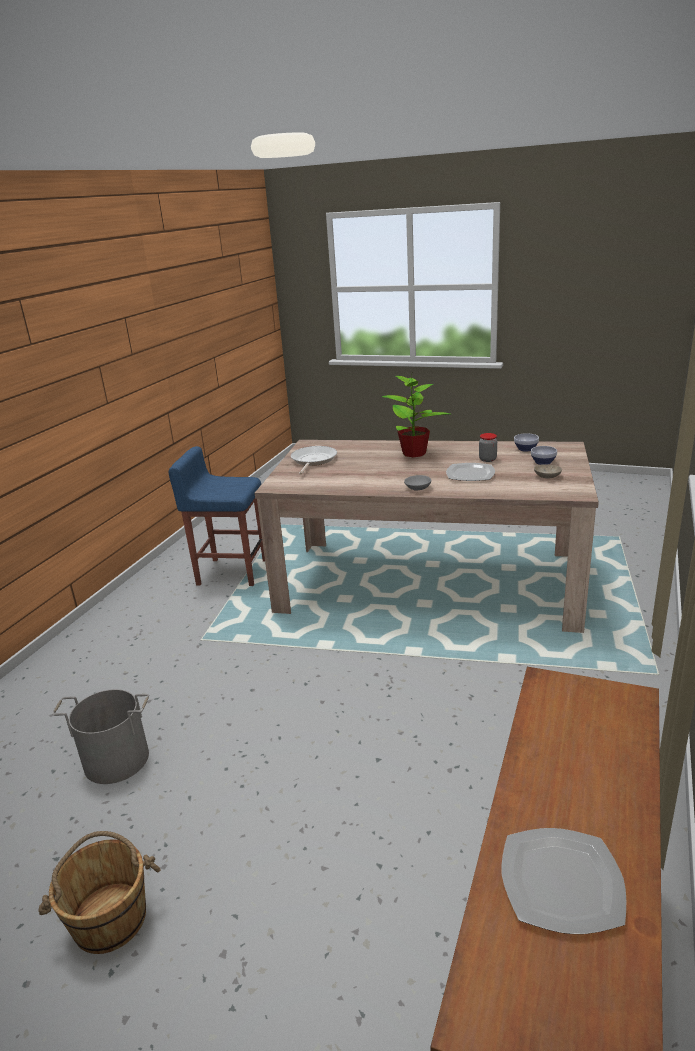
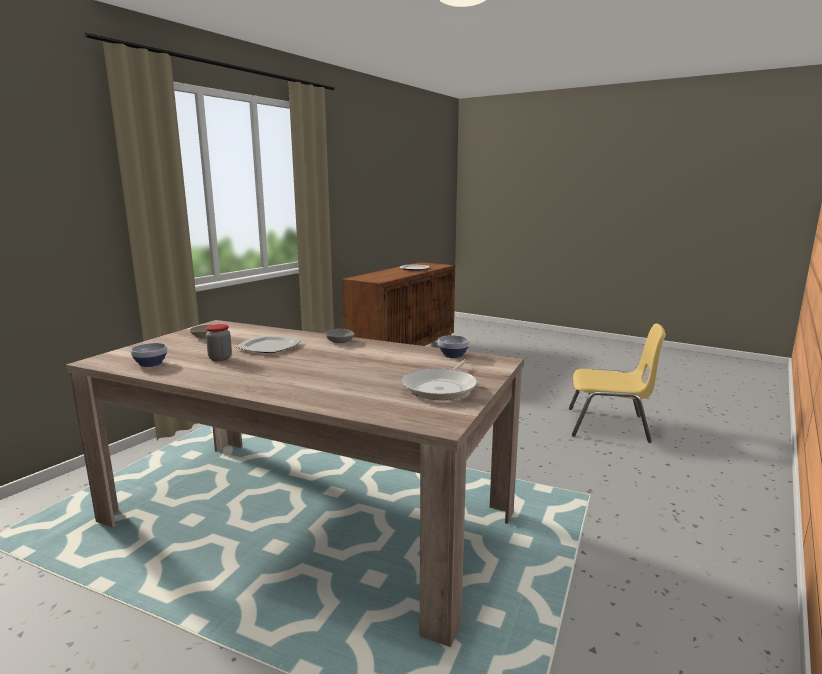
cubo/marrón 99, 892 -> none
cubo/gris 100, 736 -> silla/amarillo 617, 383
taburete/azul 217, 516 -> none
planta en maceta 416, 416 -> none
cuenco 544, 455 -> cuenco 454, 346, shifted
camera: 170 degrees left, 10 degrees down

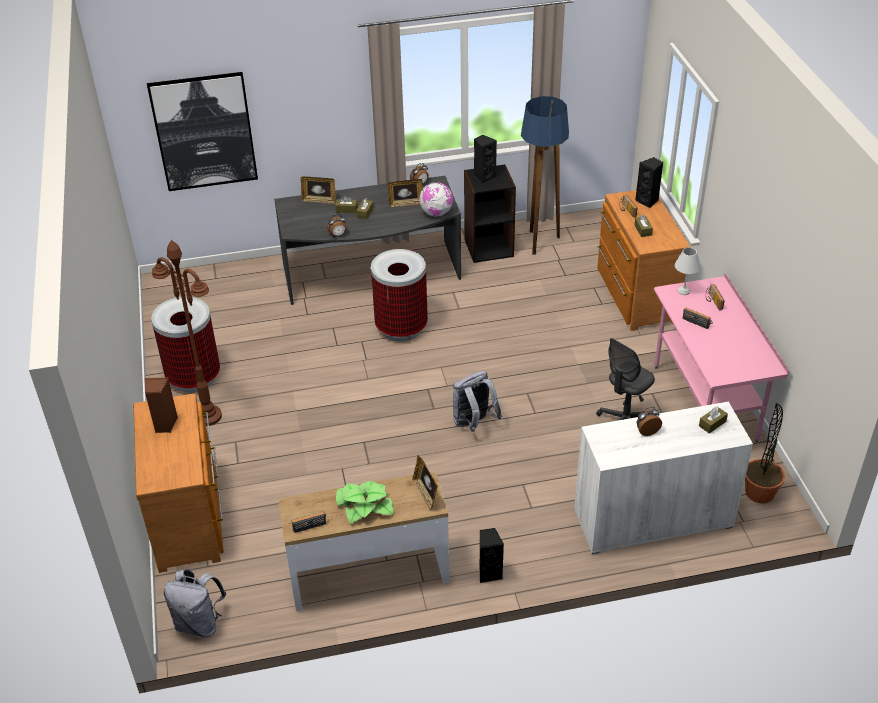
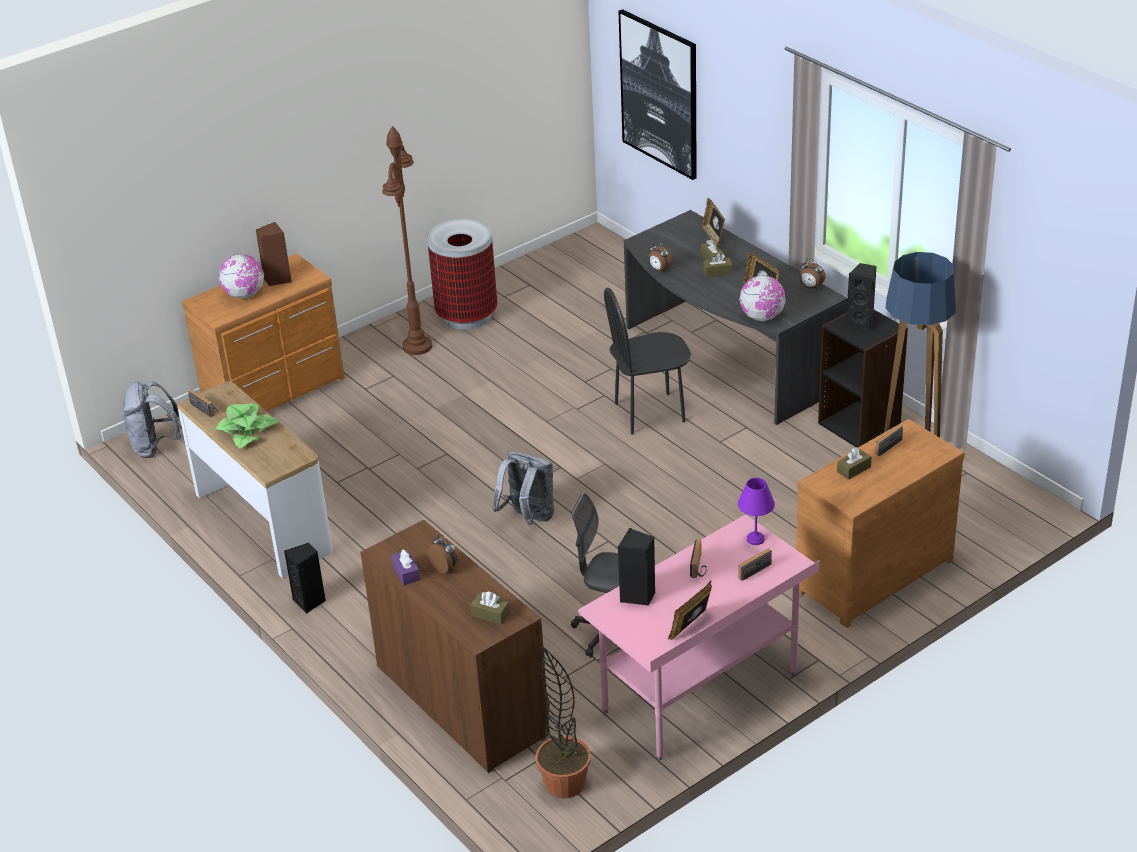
papelera 399, 295 -> silla/negro 647, 361
portarretratos 425, 483 -> portarretratos 690, 610, shifted
armario/blanco 663, 478 -> armario/marrón 455, 646
altavoz/negro 649, 182 -> altavoz/negro 637, 567, shifted
lámpara de mesa/blanco 688, 271 -> lámpara de mesa/morado 756, 511
none -> globo terráqueo 241, 276
none -> caja de pañuelos/morado 405, 567
camera: 65 degrees right, 5 degrees down

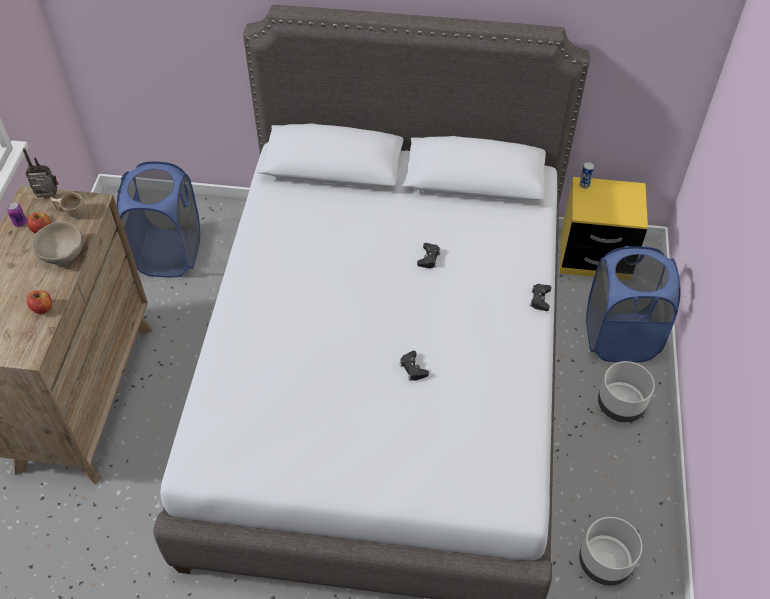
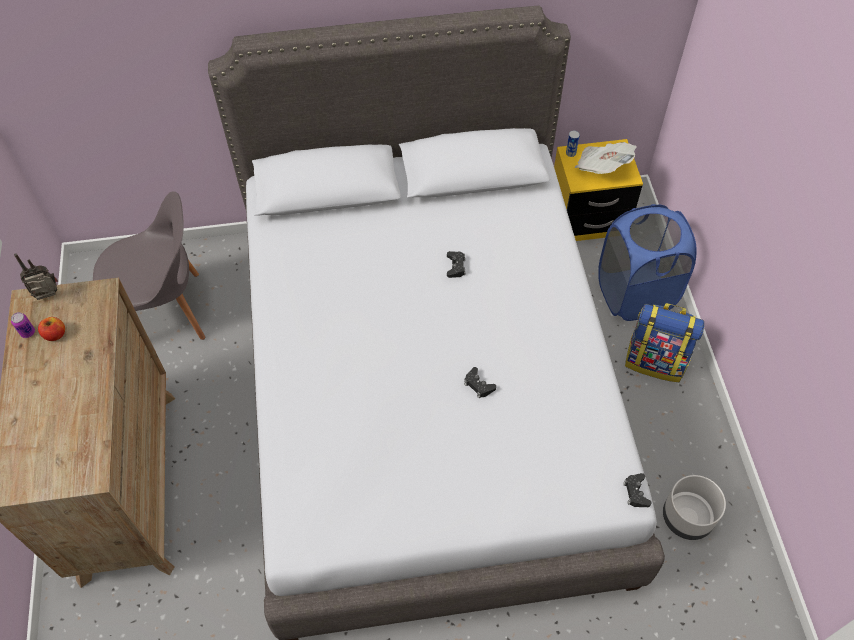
manzana 39, 302 -> none
cuenco/beis 57, 243 -> none
taza/beis 67, 205 -> none
cesto de la ropa/azul 158, 219 -> silla/gris 149, 265
mando de consola/negro 541, 297 -> mando de consola/negro 637, 490, shifted
maceta/gris 626, 391 -> mochila 664, 342
none -> periódico 605, 158
camera: 15 degrees left, 5 degrees up

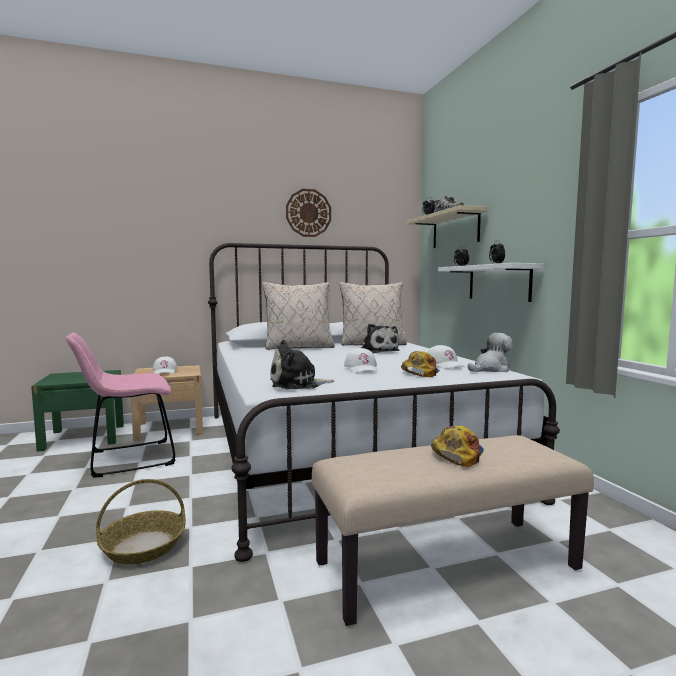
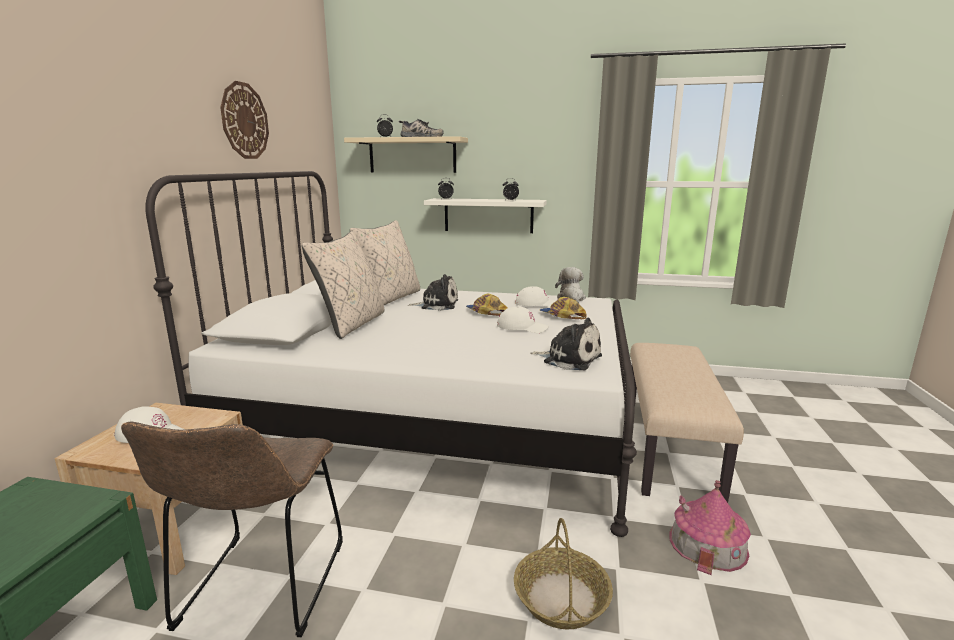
silla/rosa 121, 405 -> silla/marrón 232, 529
peluche 302, 365 -> peluche 566, 344, 75 degrees counterclockwise
gorra 457, 446 -> gorra 487, 305, shifted
none -> casita 710, 527
camera: 60 degrees left, 10 degrees up

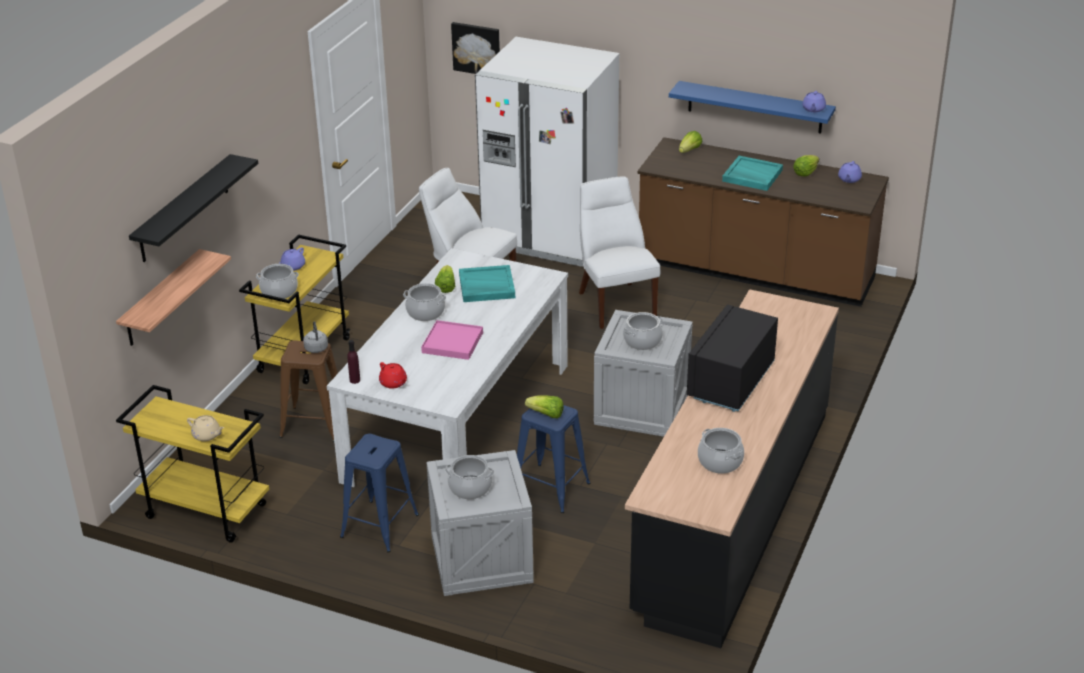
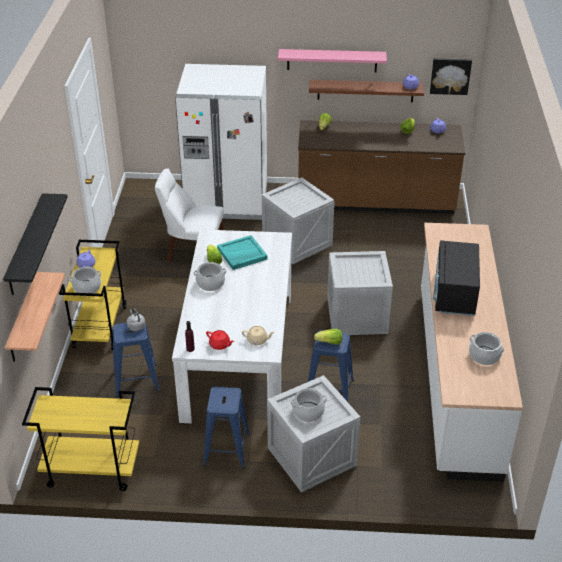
tetera/beis 205, 428 -> tetera/beis 258, 335, shifted
taburete/marrón 314, 391 -> taburete/azul 136, 360
bandeja/rosa 452, 340 -> none
cuadro 475, 48 -> cuadro 451, 76, shifted
silla/blanco 619, 252 -> caja de embalaje 298, 221
olla 643, 331 -> none
mueble bajo de cocina/negro 732, 468 -> mueble bajo de cocina/blanco 472, 352
estante/azul 752, 107 -> estante/marrón 366, 91
bandeja/turquesa 752, 173 -> none
none -> estante/rosa 332, 60
camera: 20 degrees left, 5 degrees up

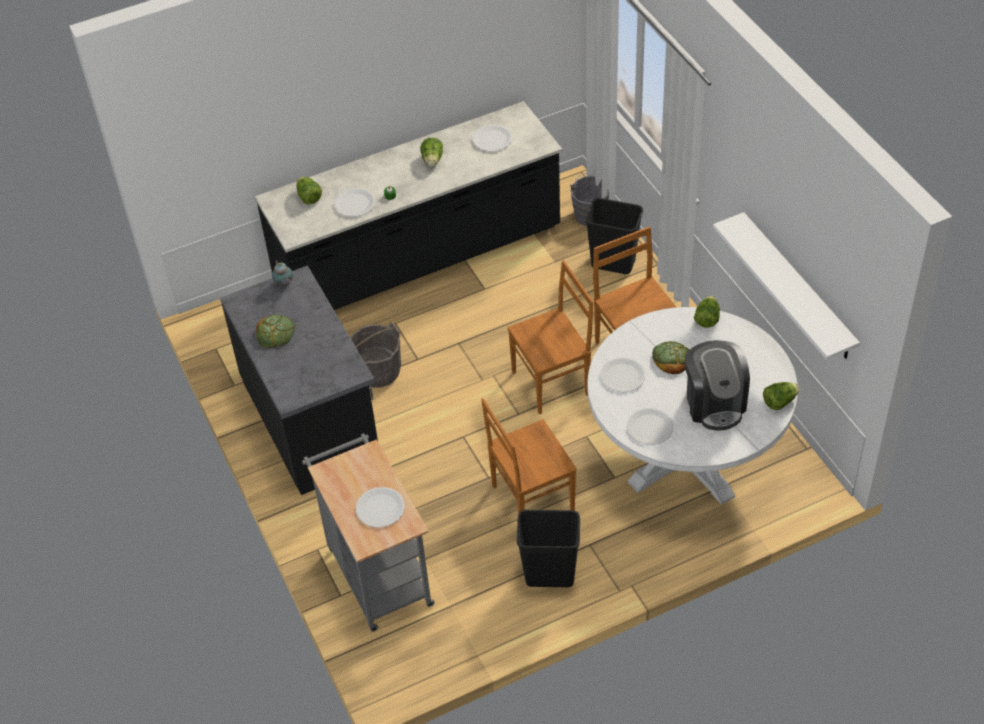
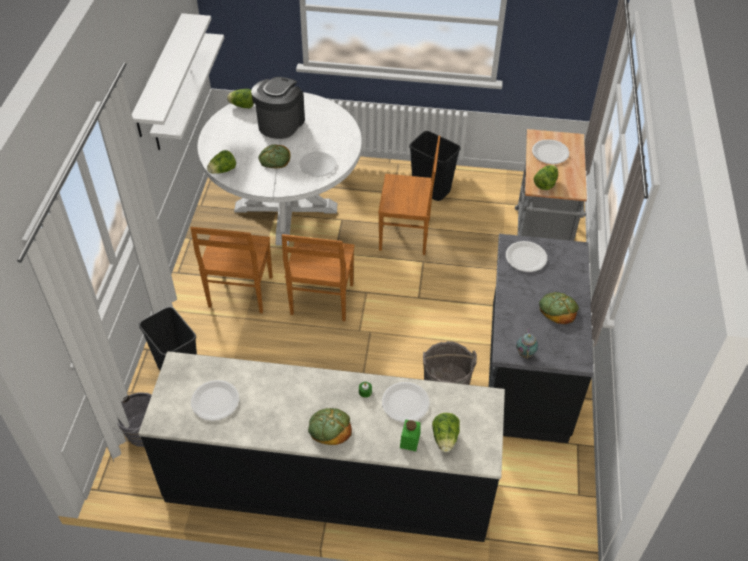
lechuga 431, 152 -> lechuga 546, 177, shifted
silla/marrón 551, 337 -> silla/marrón 318, 277, 90 degrees counterclockwise
plato/blanco 650, 426 -> plato/blanco 526, 256, shifted
none -> estante/blanco 171, 75
none -> pan 330, 426
none -> tarro/verde 410, 435
camera: 150 degrees left, 0 degrees up

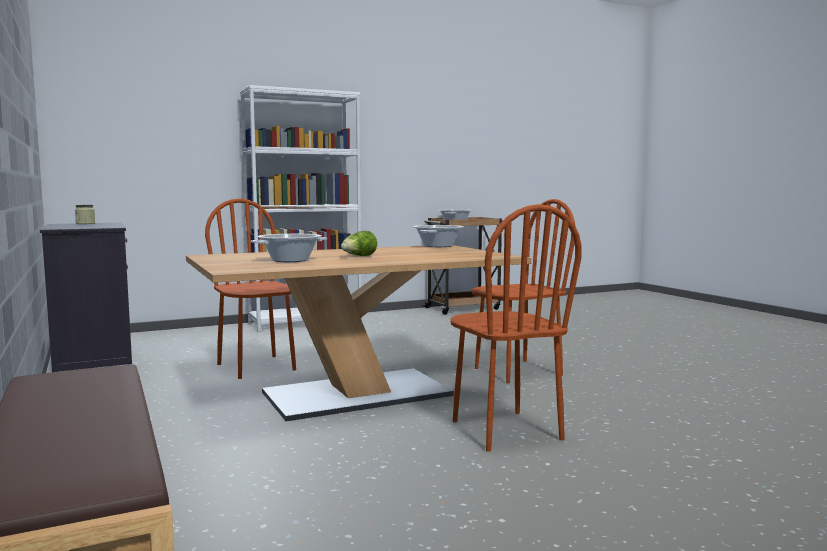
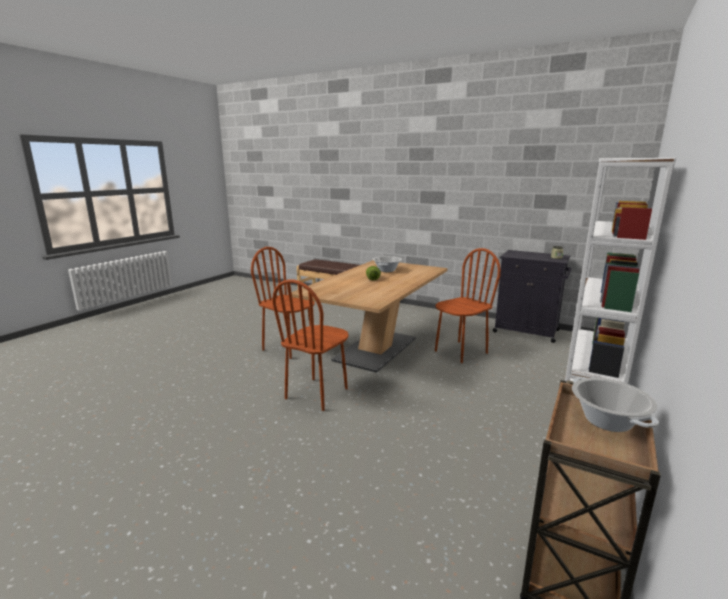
silla/marrón 250, 288 -> silla/marrón 468, 305, 60 degrees counterclockwise
olla 438, 236 -> none
camera: 145 degrees right, 10 degrees up

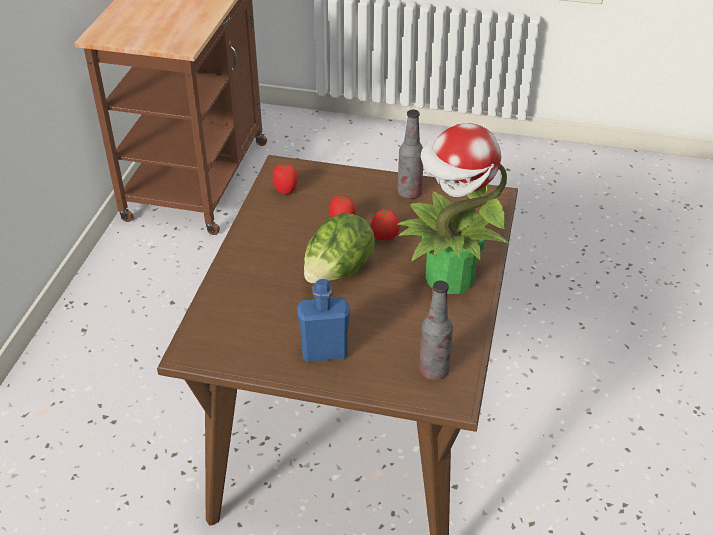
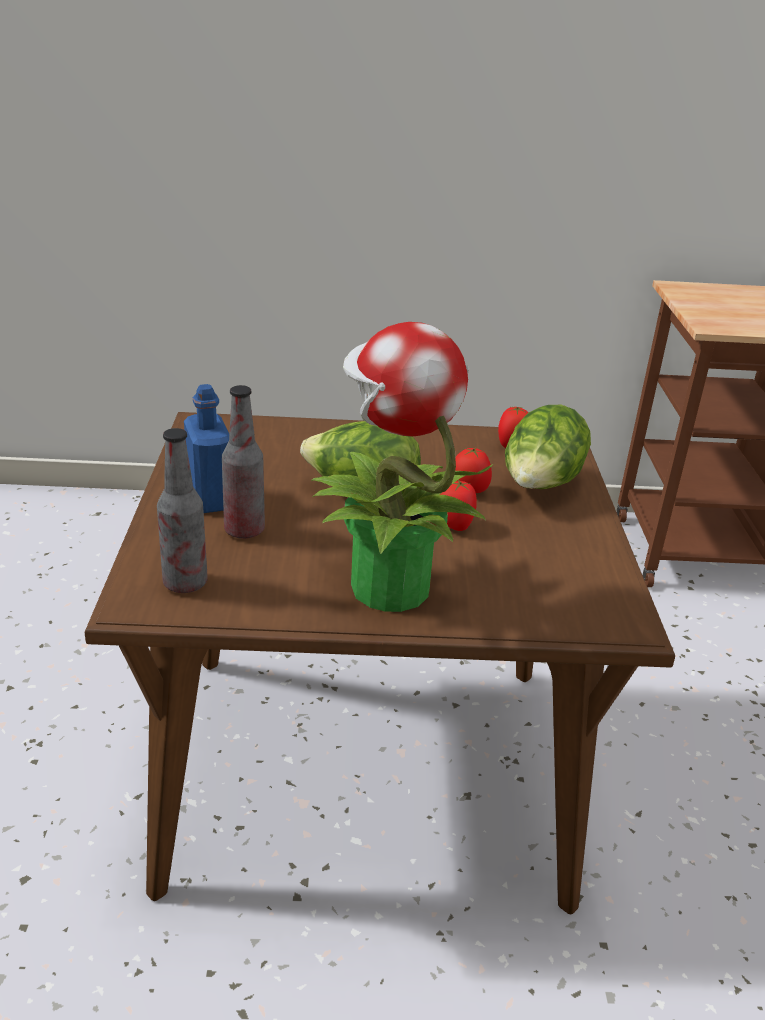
botella 410, 154 -> botella 243, 462, shifted
none -> lechuga 548, 447
camera: 75 degrees right, 10 degrees down

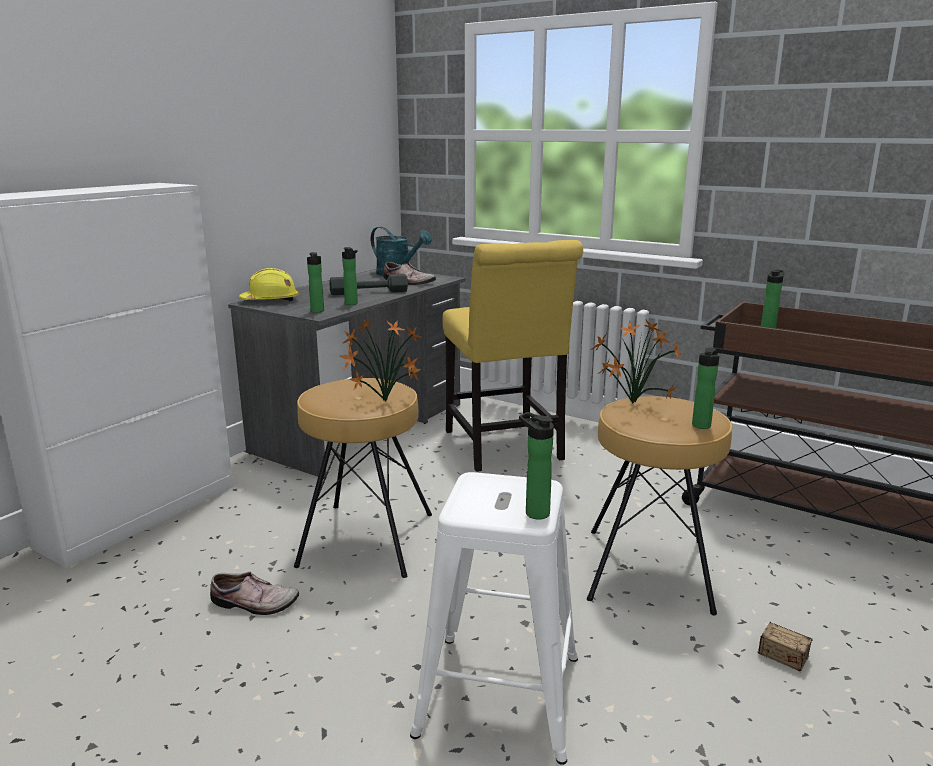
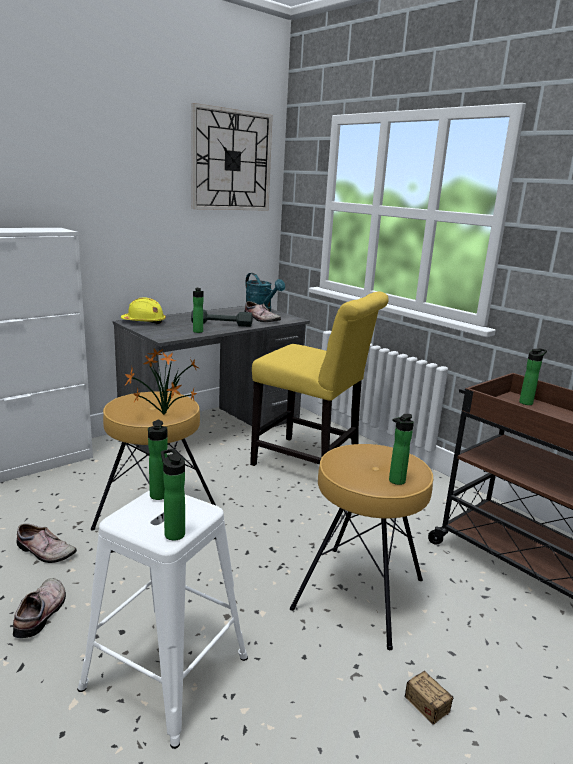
botella 315, 282 -> botella 158, 460, shifted
silla/amarillo 512, 356 -> silla/amarillo 319, 379, 60 degrees counterclockwise
planta en maceta 635, 361 -> none
none -> zapato 39, 608
none -> reloj de pared 232, 157
camera: 15 degrees right, 0 degrees up

